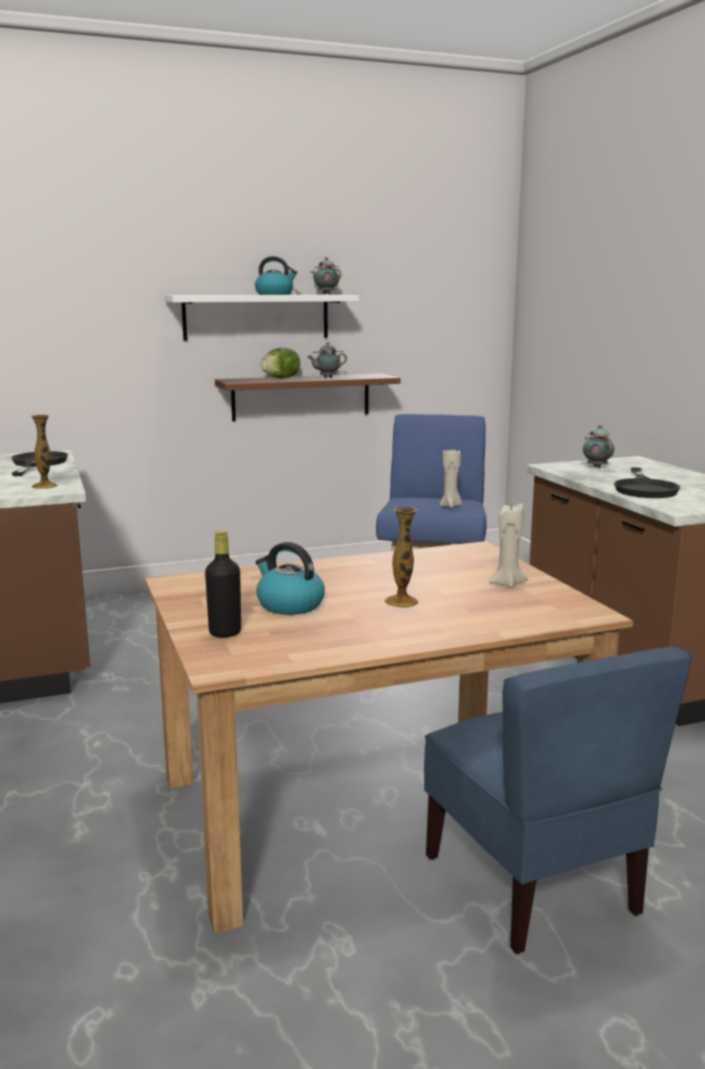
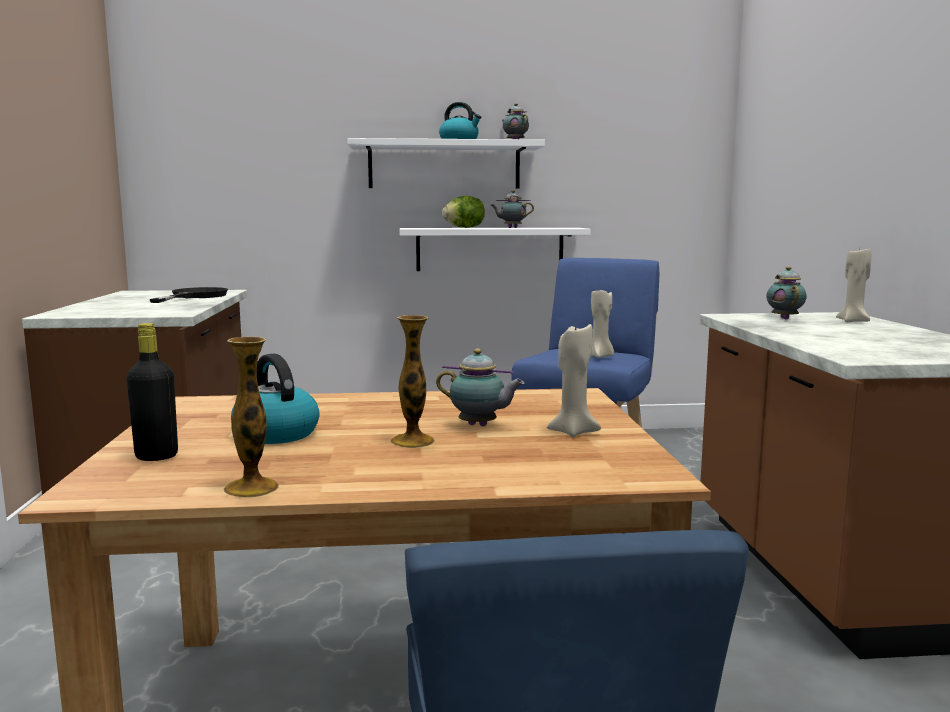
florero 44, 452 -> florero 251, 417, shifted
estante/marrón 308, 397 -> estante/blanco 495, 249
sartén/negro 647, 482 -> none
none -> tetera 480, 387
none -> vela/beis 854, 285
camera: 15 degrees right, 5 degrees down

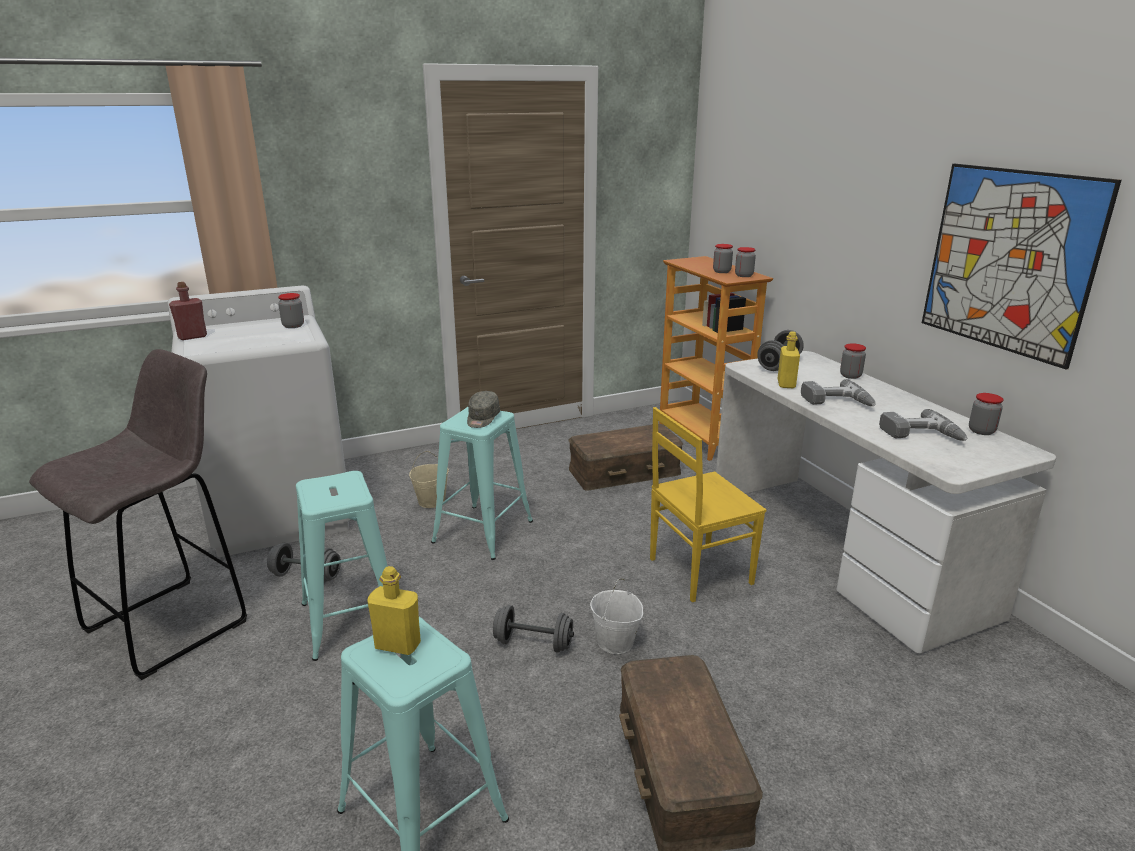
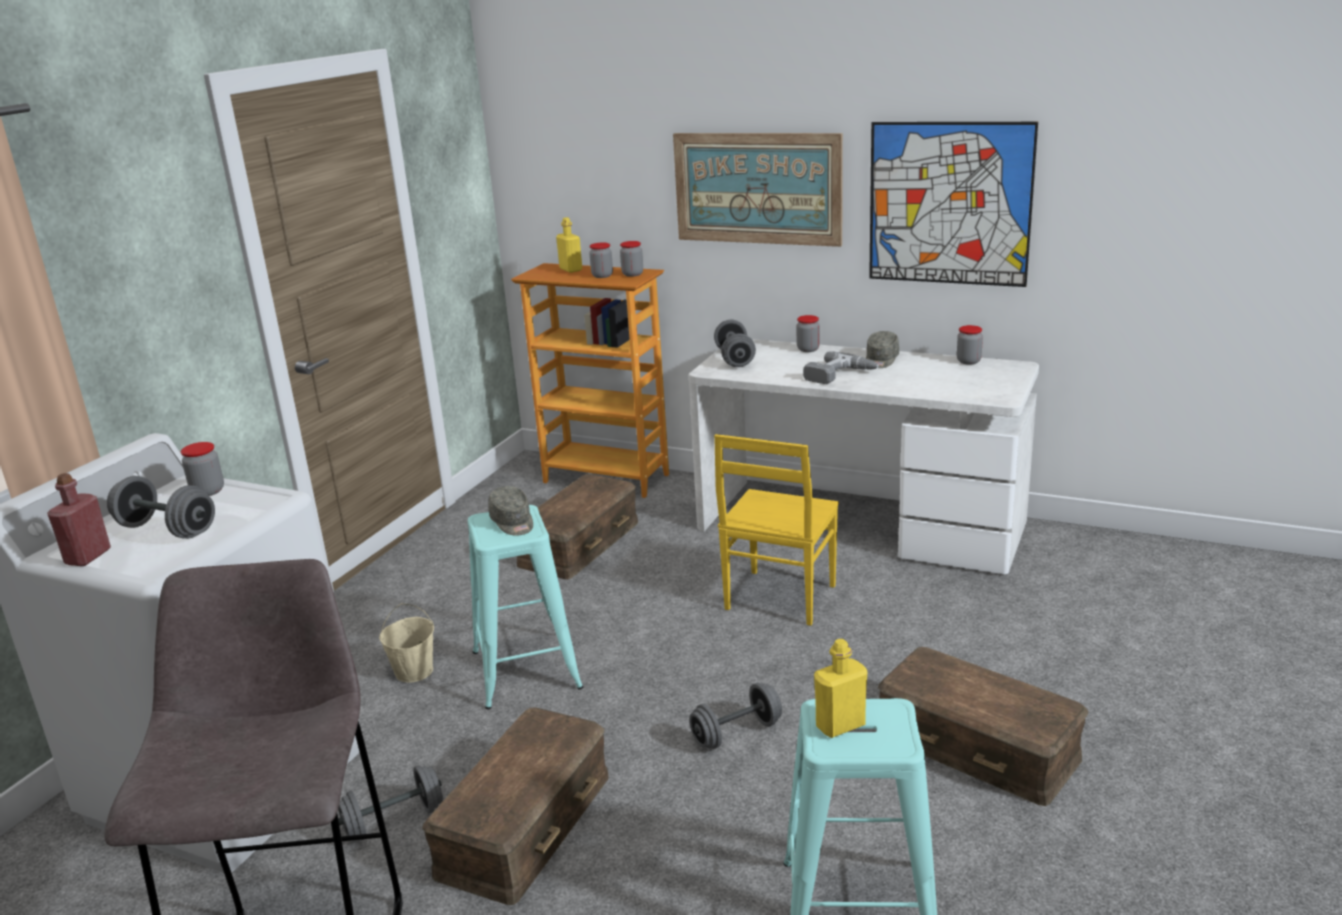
taburete/turquesa 341, 566 -> caja de almacenaje/marrón 515, 806
cubo/blanco 616, 616 -> none
botella/amarillo 788, 359 -> botella/amarillo 569, 245, shifted
taladro 923, 425 -> none
none -> mancuerna/gris 161, 507
none -> cuadro 758, 190
none -> gorra/gris 882, 349
camera: 40 degrees left, 0 degrees up

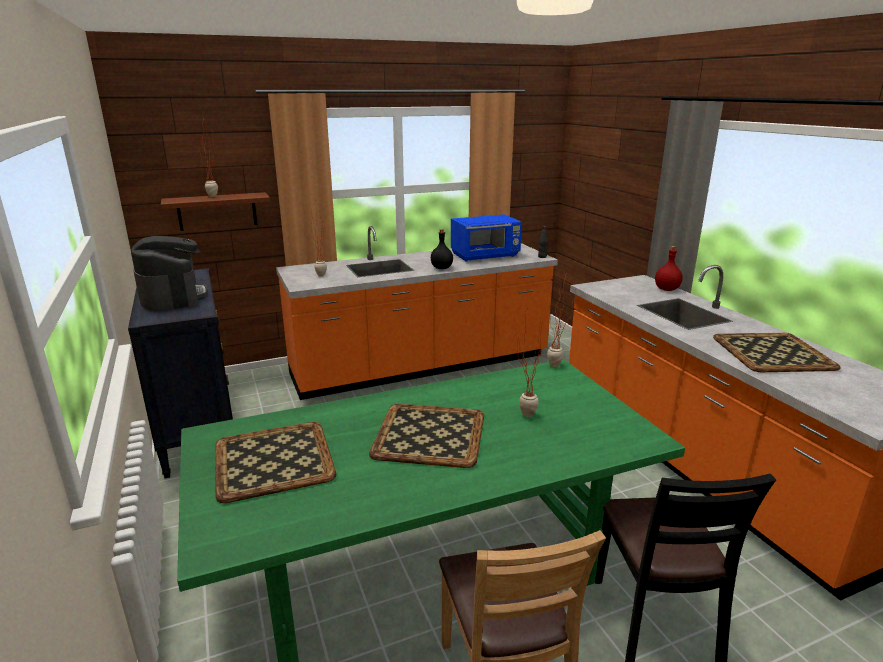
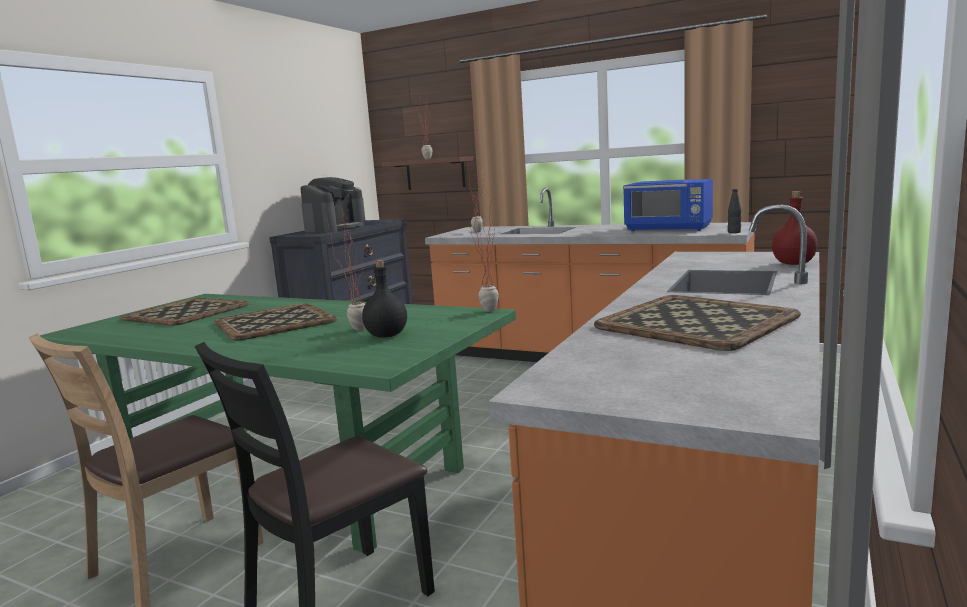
botella/negro 442, 249 -> botella/negro 384, 299, shifted
camera: 50 degrees right, 10 degrees down

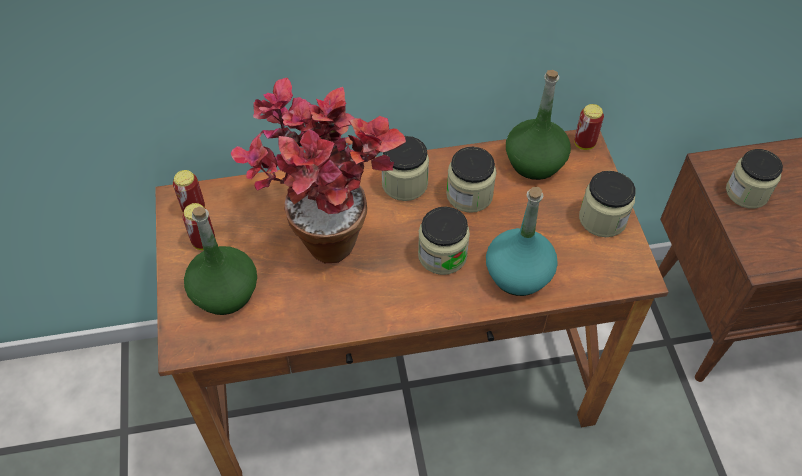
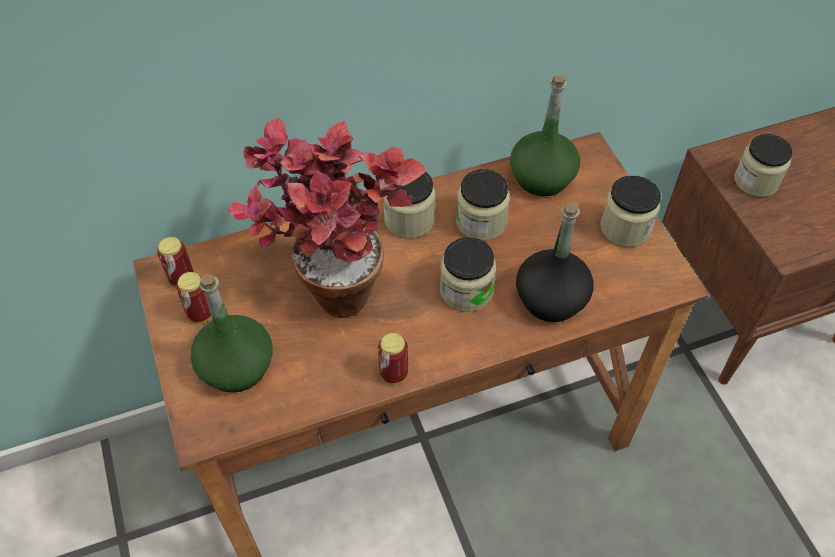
botella/turquesa 522, 241 -> botella/negro 554, 261
lata 589, 127 -> lata 393, 359, shifted
camera: 10 degrees left, 0 degrees up

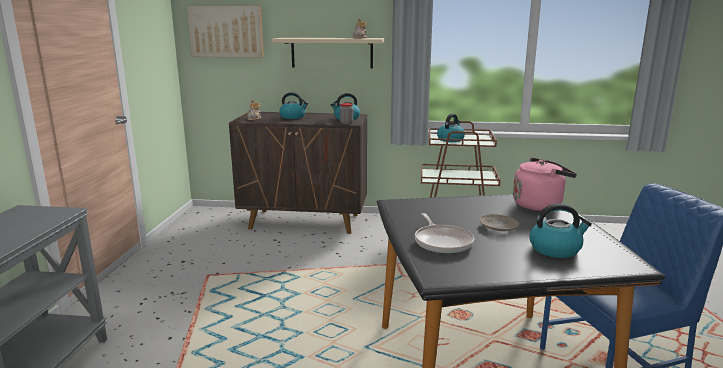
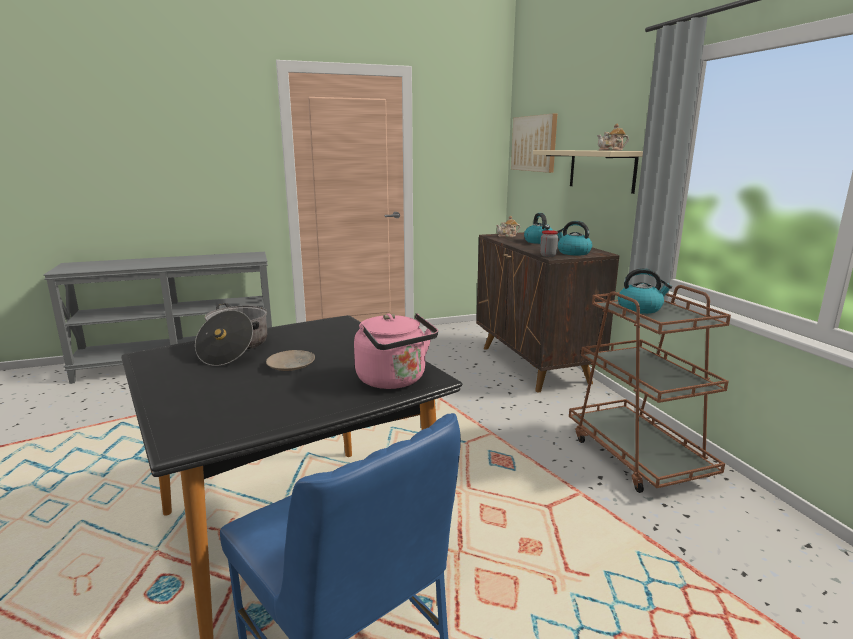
sartén 444, 233 -> olla 231, 334
hervidor 560, 231 -> none
camera: 65 degrees right, 0 degrees up

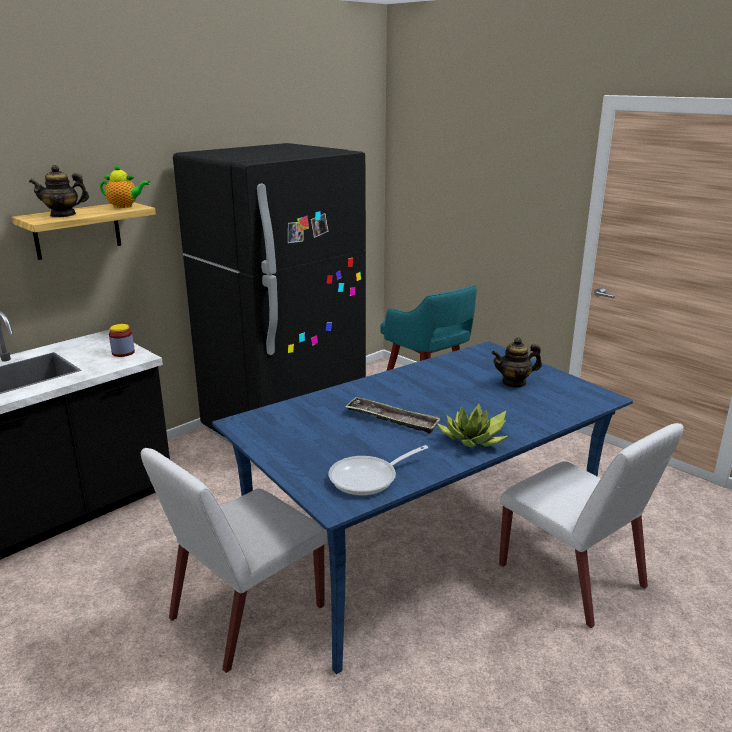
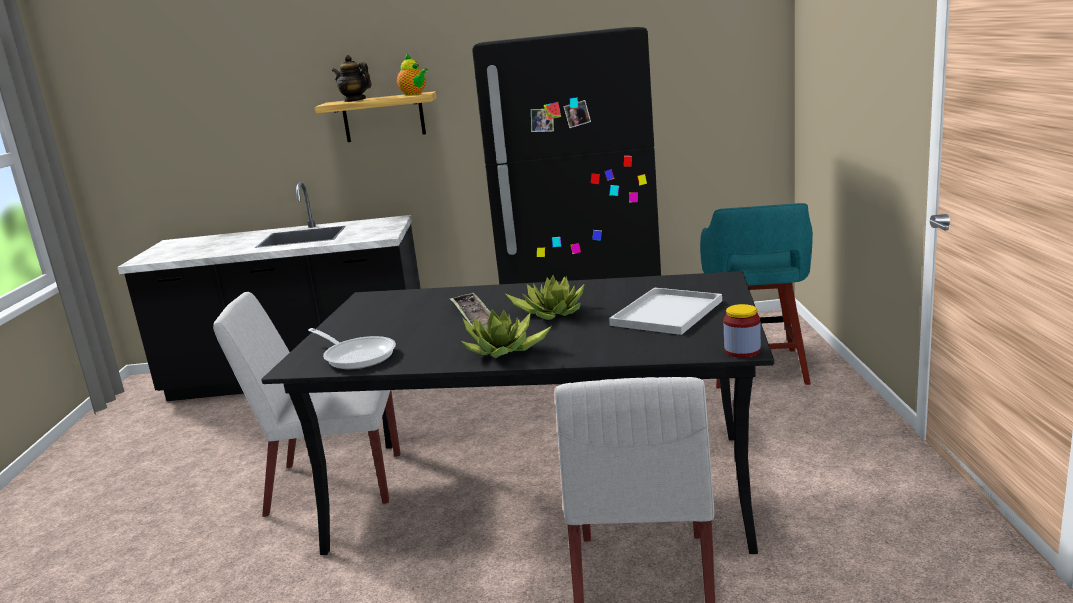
tarro 122, 340 -> tarro 742, 331, shifted
mesa de comedor/azul 422, 507 -> mesa de comedor/negro 517, 413
sartén 378, 470 -> sartén 352, 348, 150 degrees counterclockwise
tetera 516, 362 -> bandeja/blanco 665, 311
none -> planta en maceta 545, 297
camera: 45 degrees right, 5 degrees down

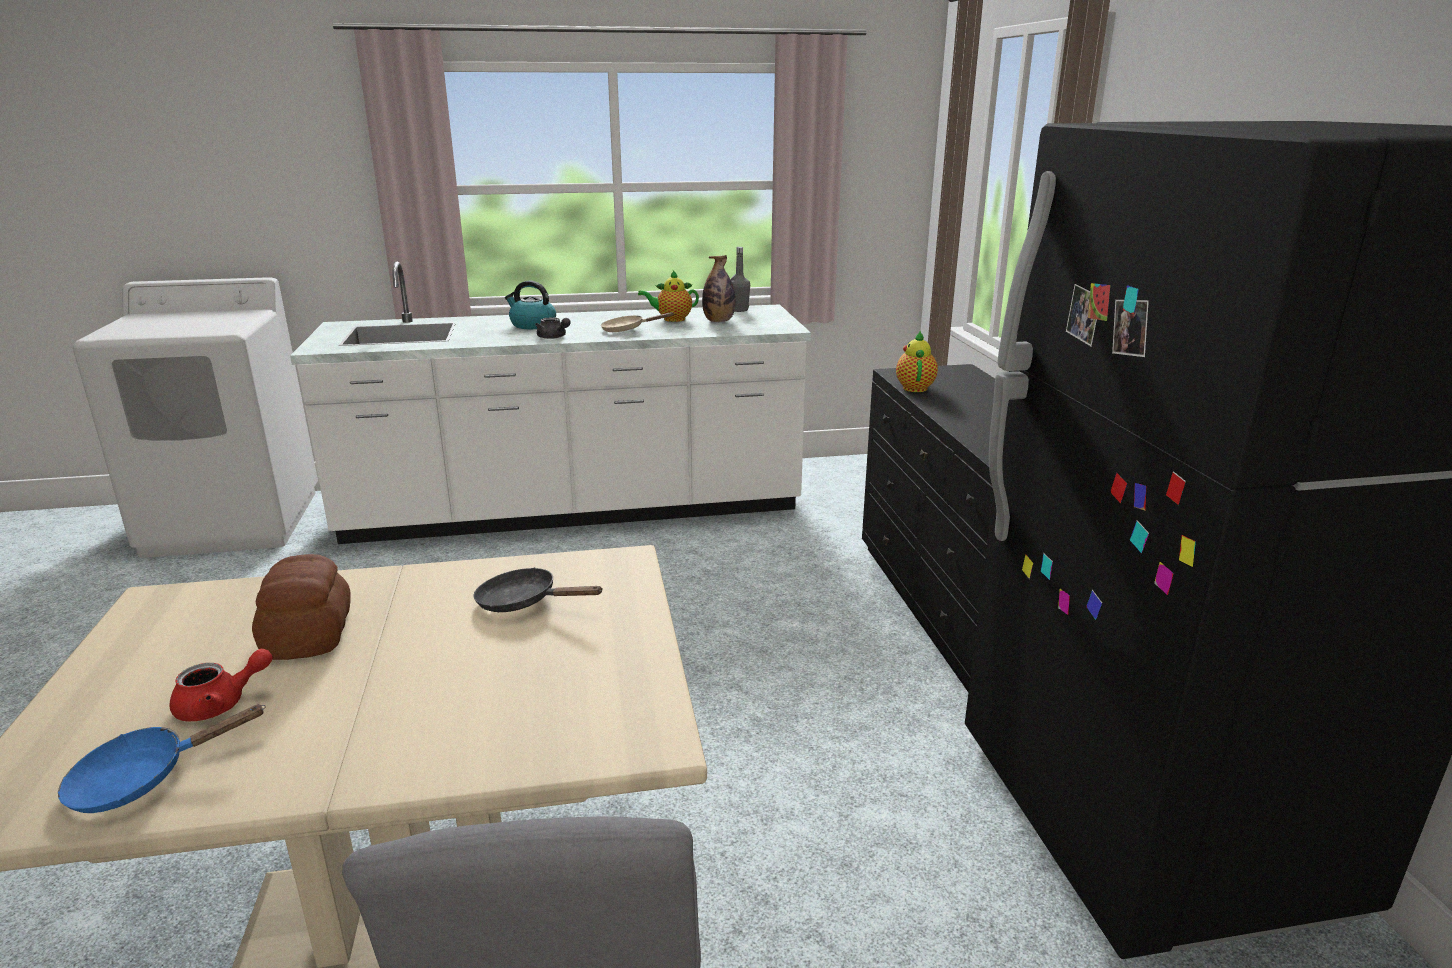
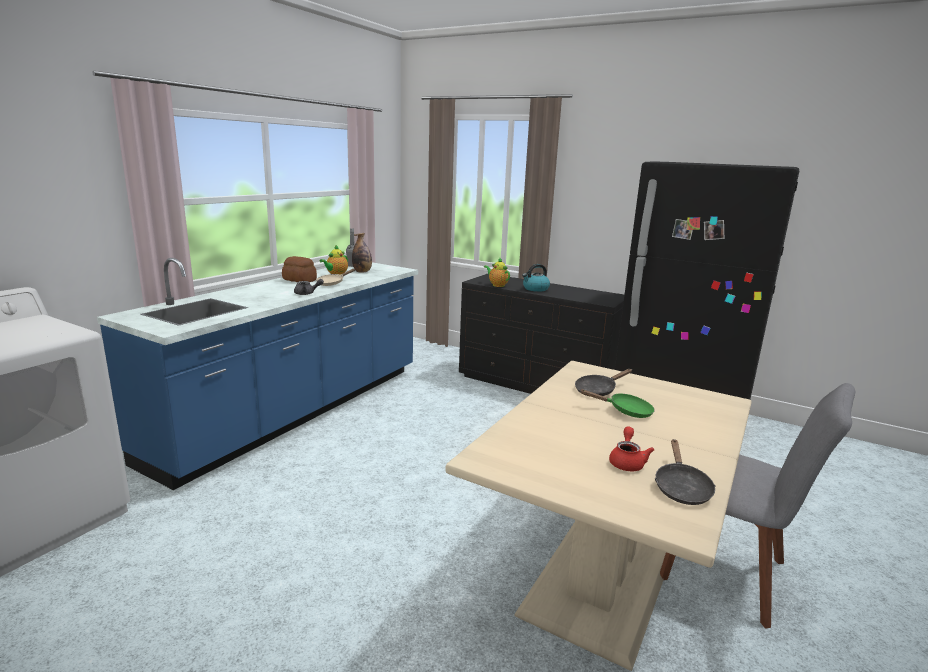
sartén/azul 162, 758 -> sartén/negro 685, 472
pan 301, 607 -> pan 299, 269, shifted
mueble bajo de cocina/blanco 550, 403 -> mueble bajo de cocina/azul 257, 374
hervidor 530, 305 -> hervidor 536, 278, shifted
none -> sartén/verde 617, 403
camera: 50 degrees left, 5 degrees down

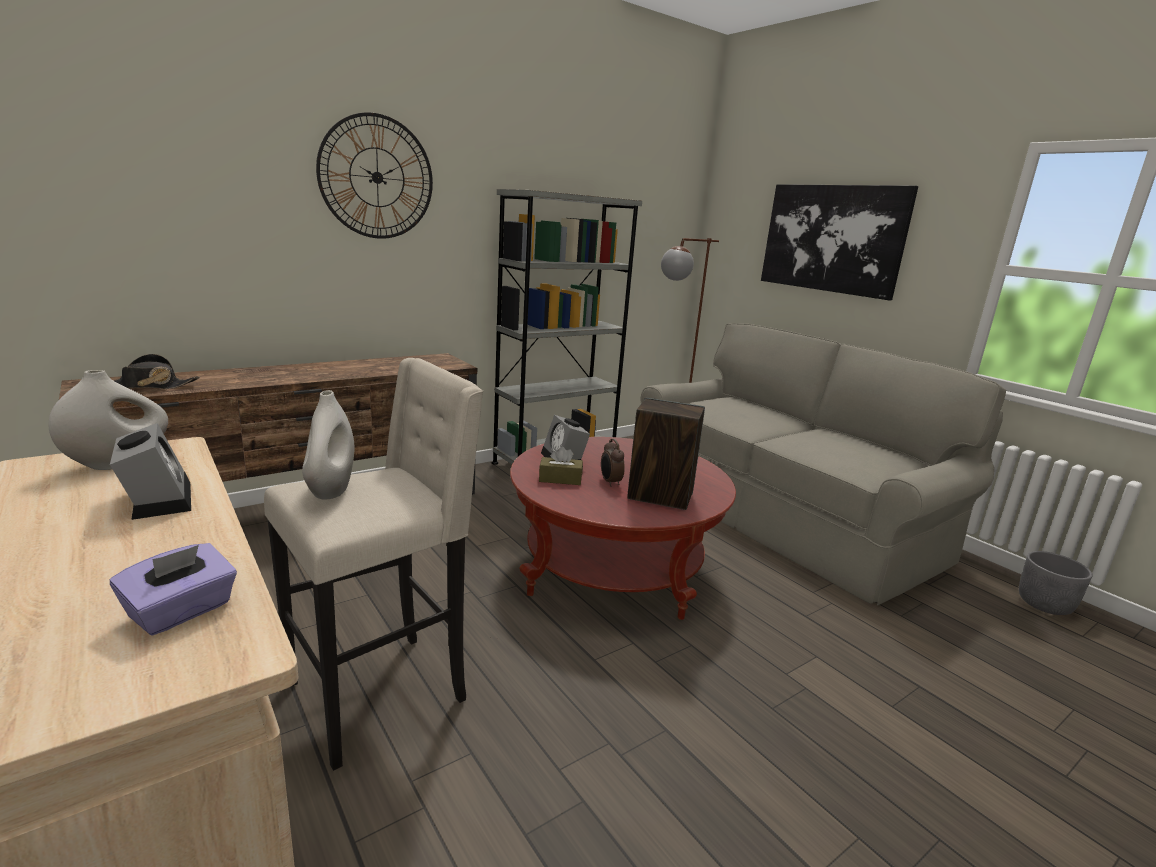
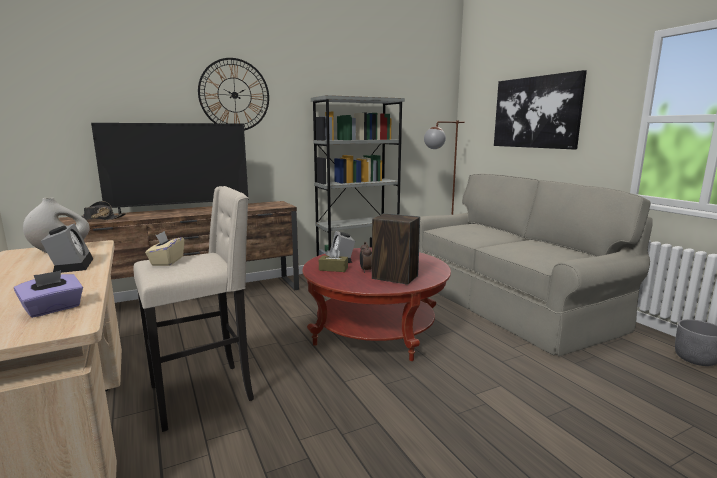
florero/blanco 328, 445 -> caja de pañuelos/beis 164, 248
none -> televisor 170, 169
camera: 10 degrees right, 5 degrees down

